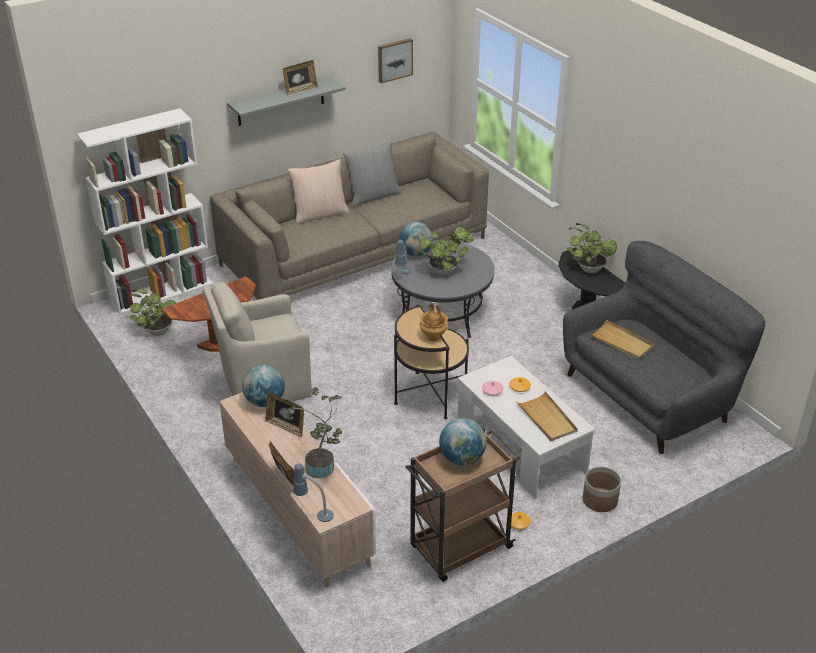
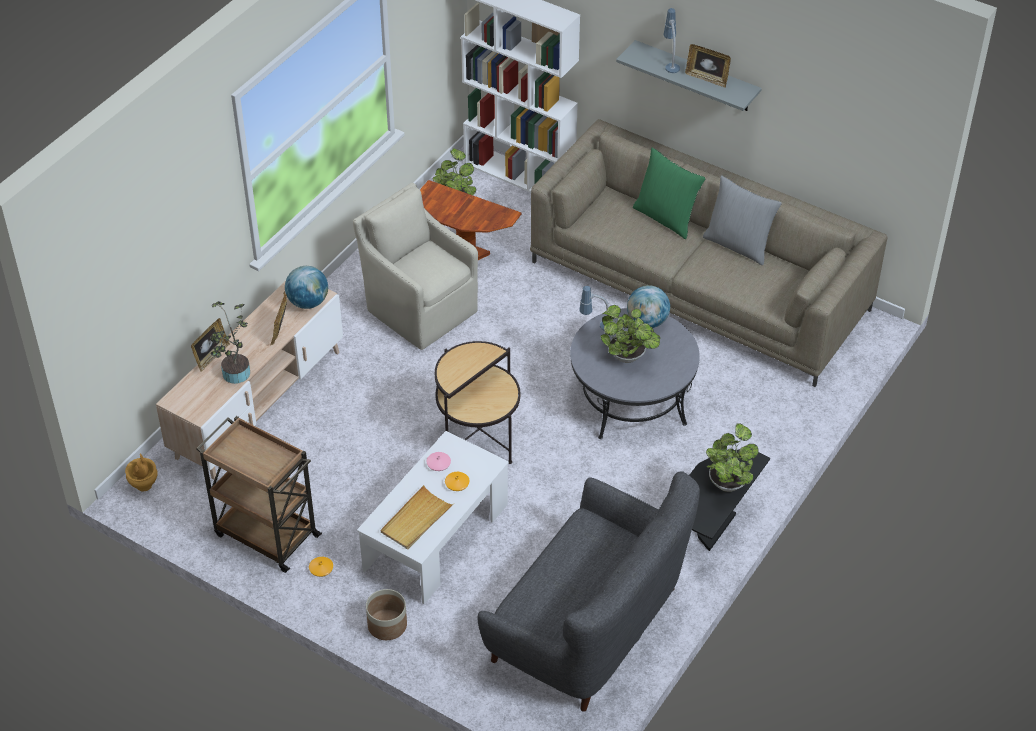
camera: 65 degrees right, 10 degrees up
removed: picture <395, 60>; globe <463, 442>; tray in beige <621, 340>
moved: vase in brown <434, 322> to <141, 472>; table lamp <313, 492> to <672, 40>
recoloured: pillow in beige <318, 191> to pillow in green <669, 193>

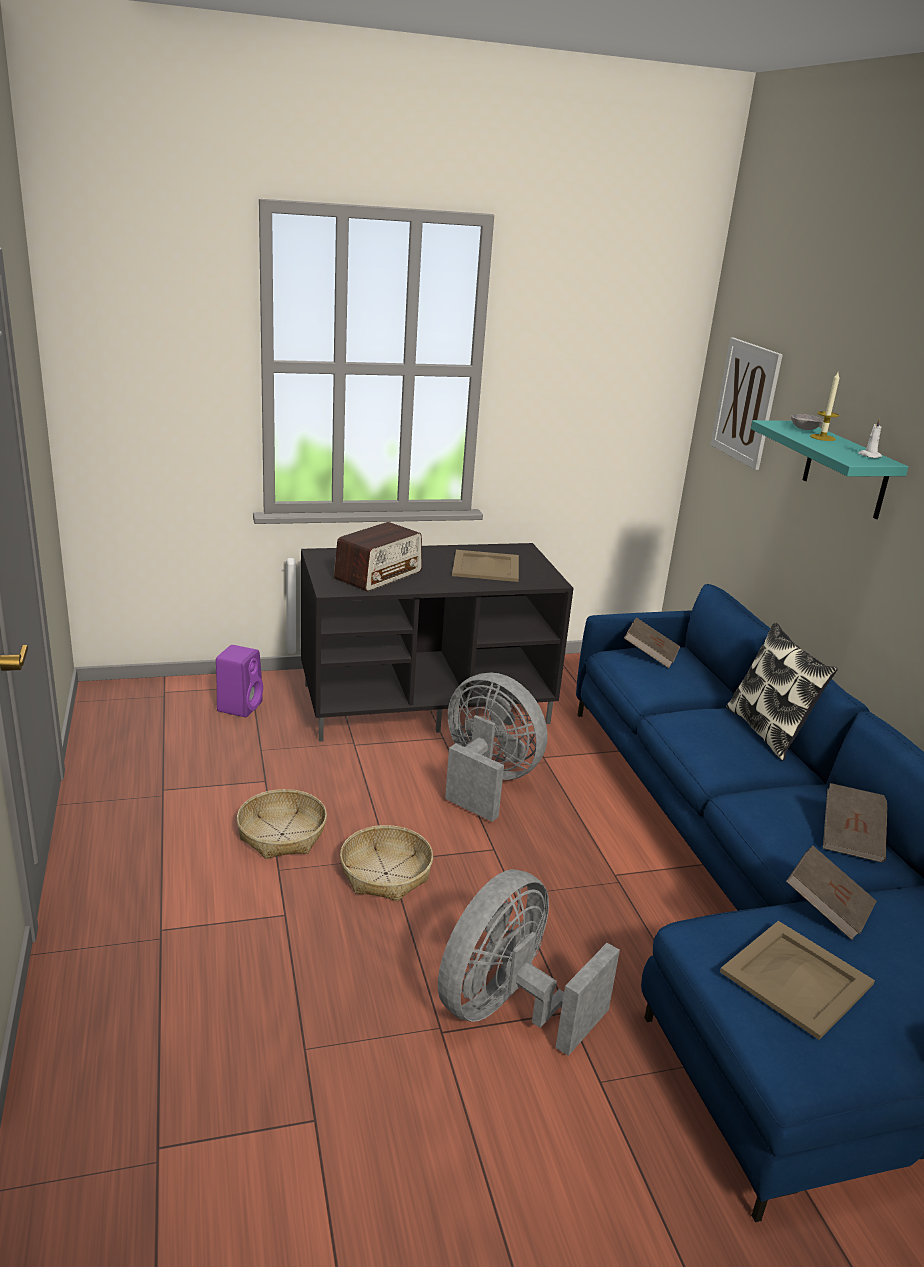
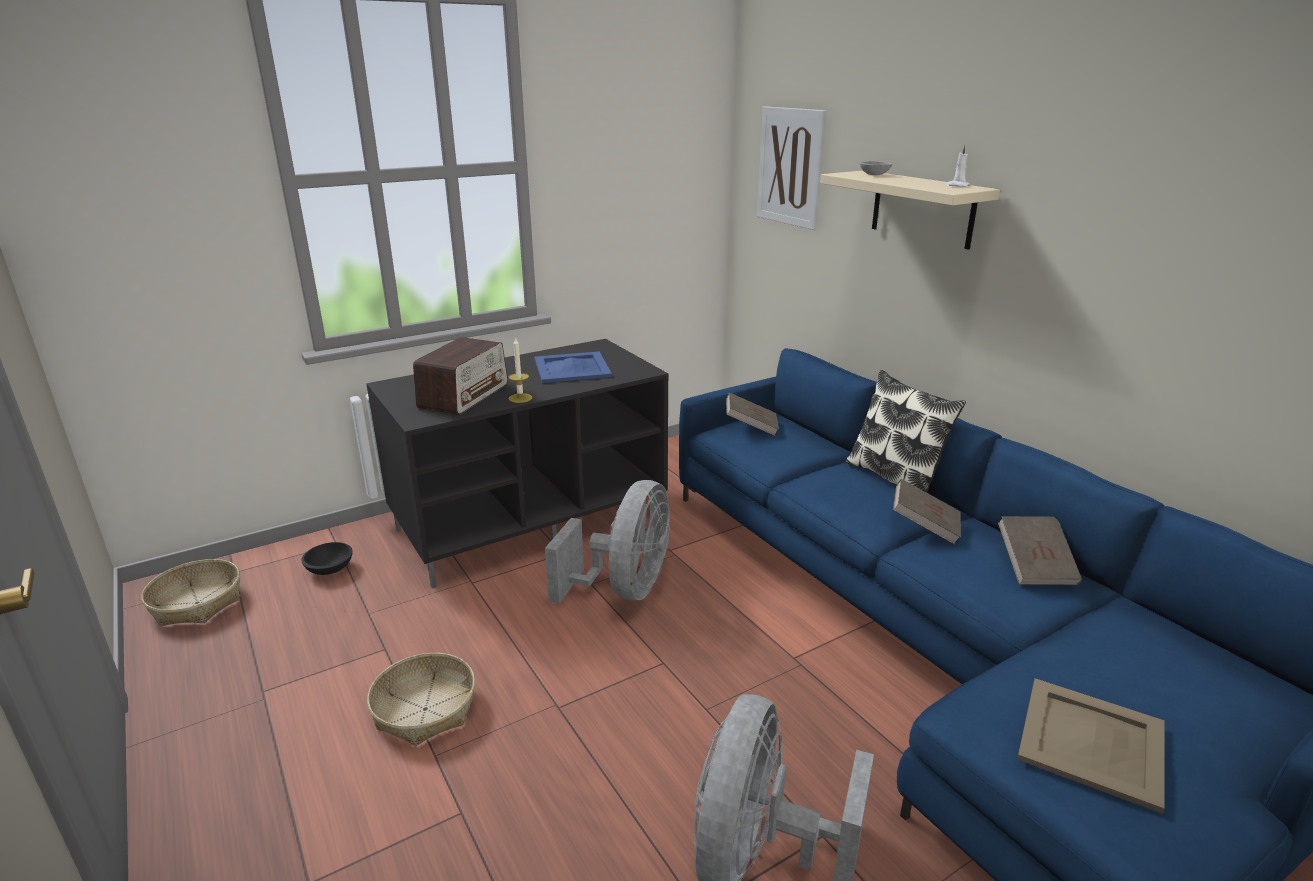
camera: 15 degrees left, 0 degrees up
moved: basket <386, 863> to <190, 592>; candle <825, 406> to <520, 370>; book in brown <831, 893> to <927, 512>
replaced: speaker in purple <239, 681> to bowl in black <327, 558>
recoloured: tray in beige <485, 566> to tray in blue <573, 367>; shelf in turquoise <829, 469> to shelf in beige <910, 210>
turned: fan in grey <496, 747> = <607, 541> 90 degrees clockwise

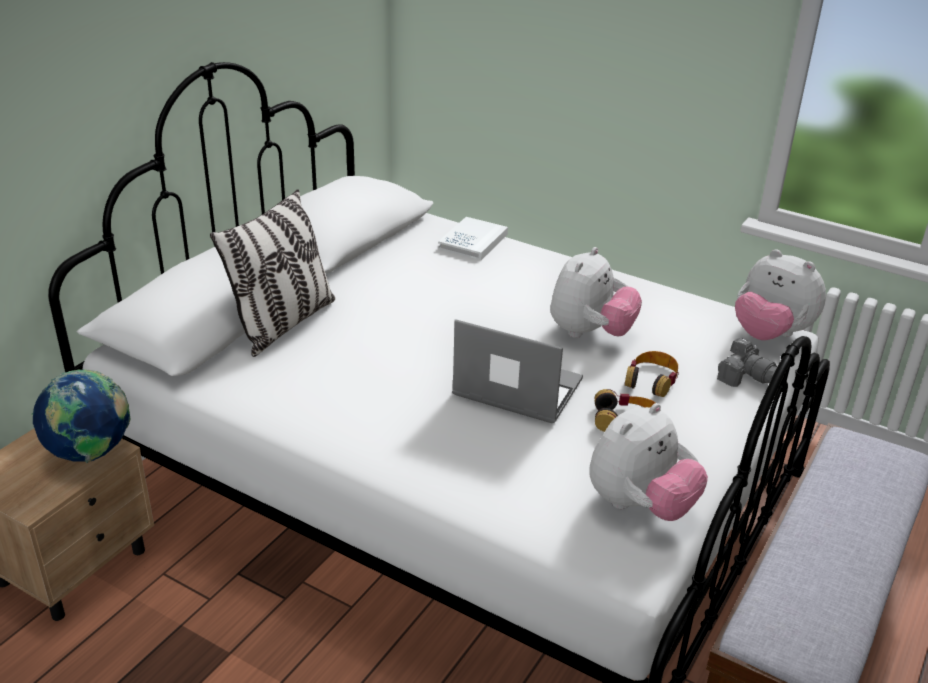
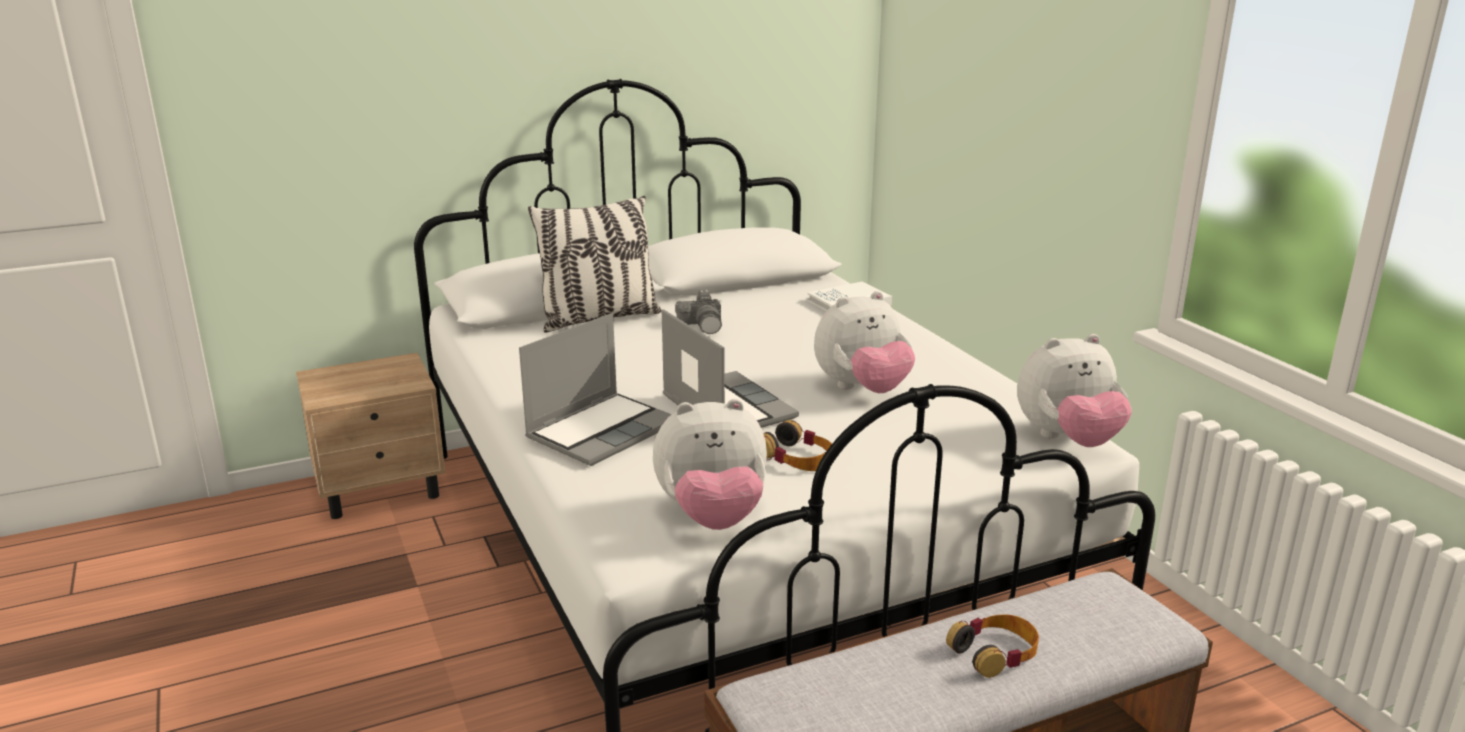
camera: 35 degrees right, 10 degrees down
removed: globe <81, 416>
added: laptop <595, 389>
moved: photo camera <747, 362> to <698, 312>; headphones <652, 374> to <992, 646>
turned: plush toy <780, 294> = <1074, 390> 90 degrees counterclockwise

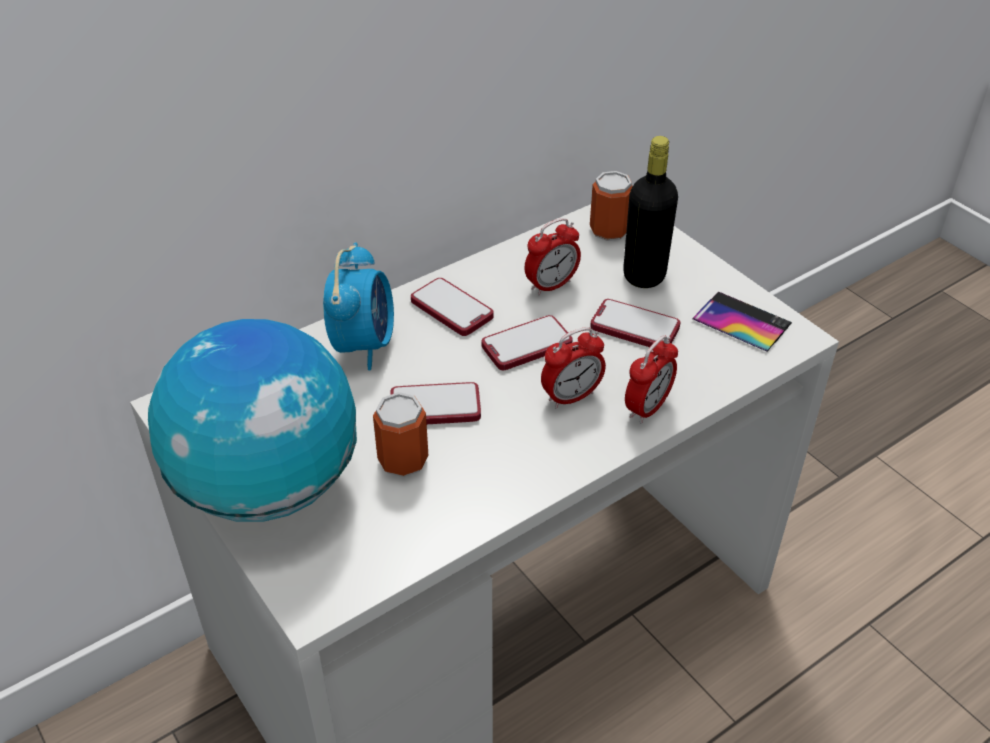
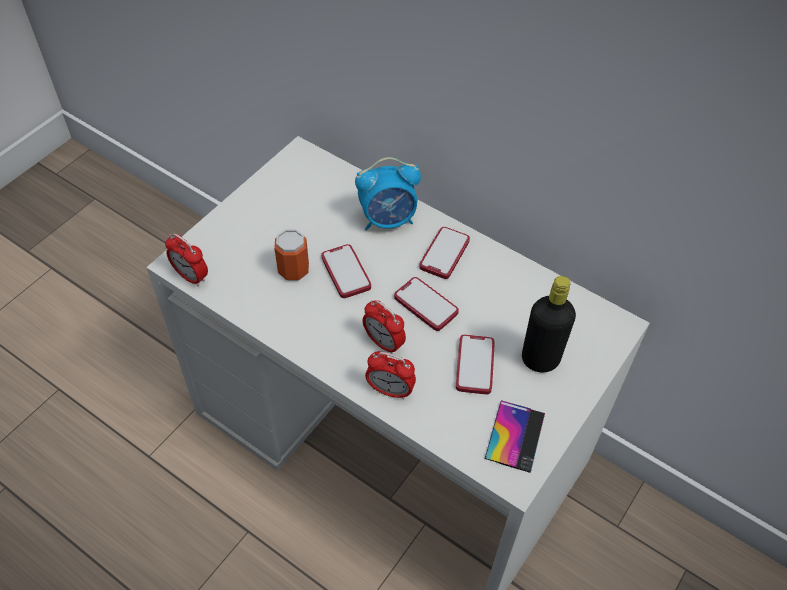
camera: 70 degrees right, 10 degrees up
removed: globe <252, 420>; can <611, 206>
moved: alarm clock <553, 256> to <186, 259>

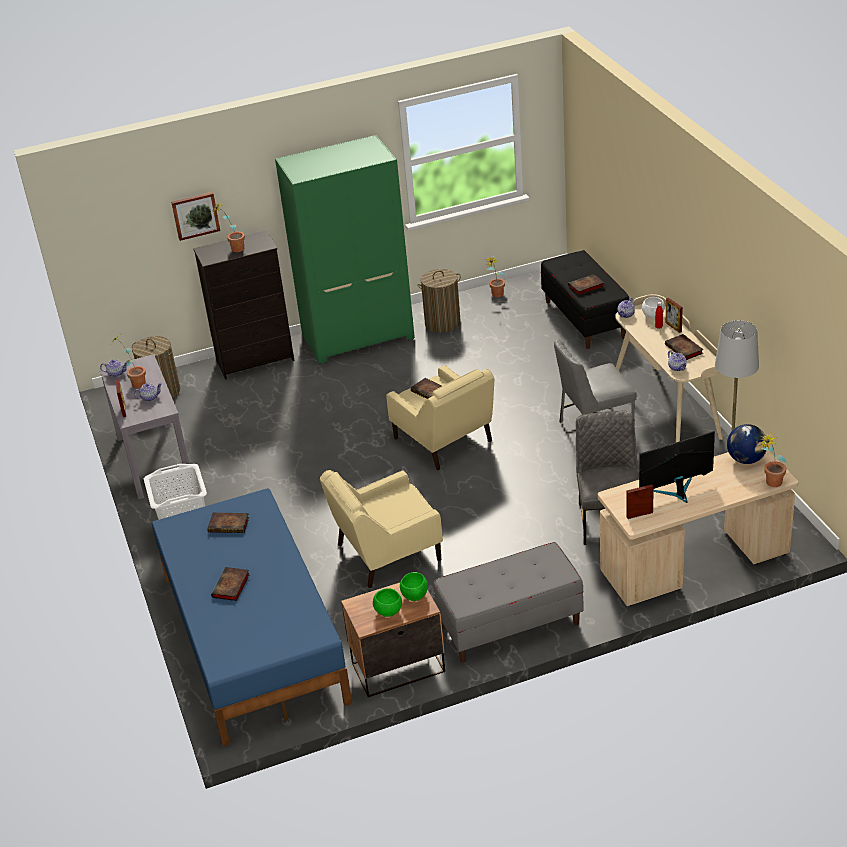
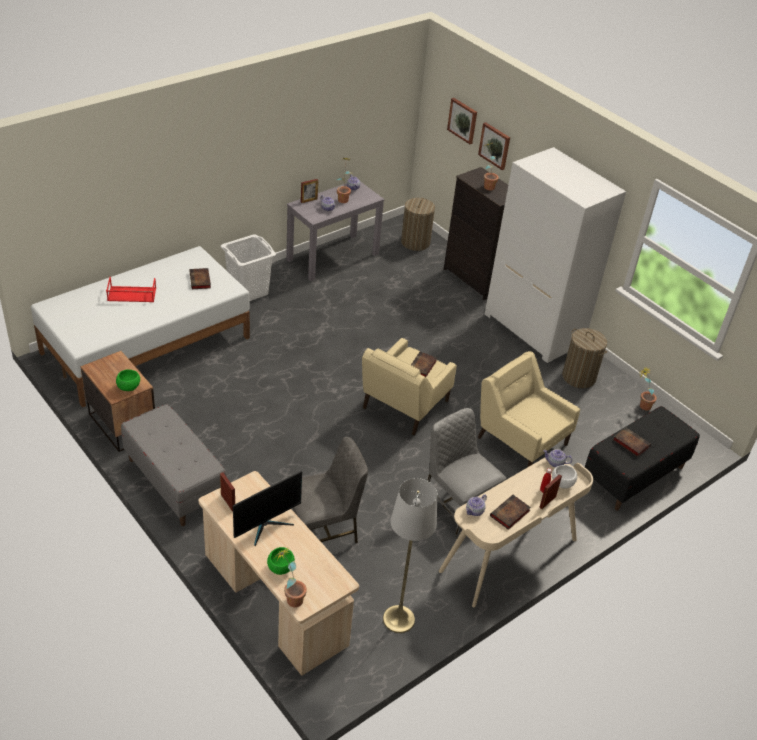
camera: 65 degrees right, 5 degrees up
removed: globe <747, 444>
added: picture <462, 121>
moved: bowl in green <387, 602> to <281, 561>; armchair in beige <381, 529> to <529, 409>
replaced: book <230, 584> to tray in red <131, 289>
recoloured: bed in blue <252, 617> to bed in white <140, 326>; wardrobe in green <345, 249> to wardrobe in white <555, 255>
turned: monitor <677, 467> = <267, 508> 90 degrees clockwise

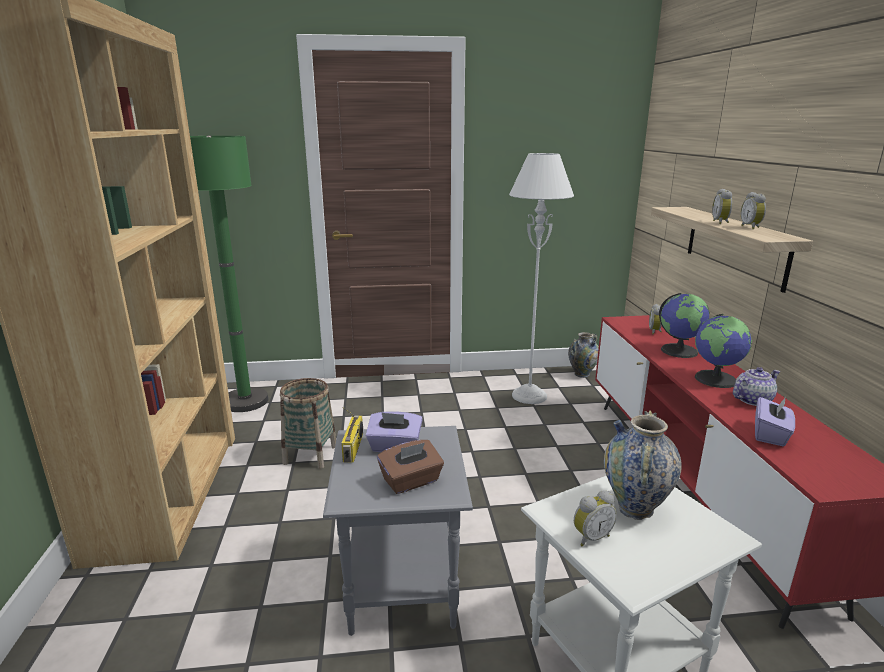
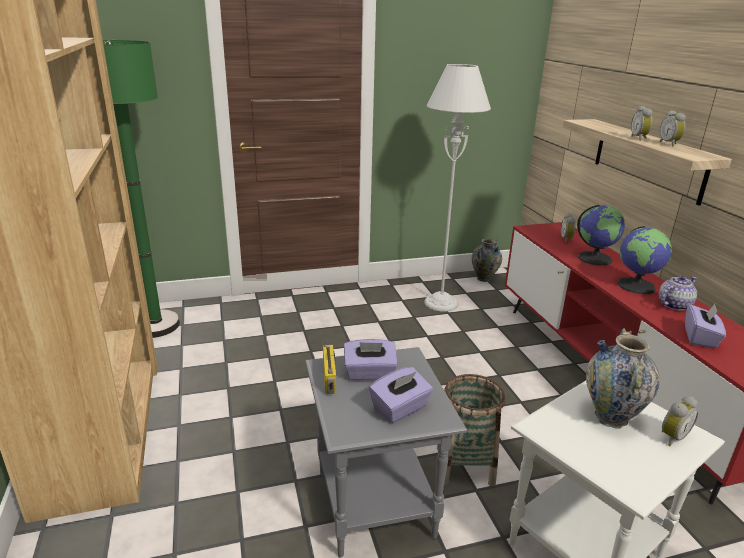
camera: 10 degrees left, 5 degrees up
moved: basket <308, 423> to <471, 430>; alarm clock <595, 518> to <680, 421>
recoloured: tissue box in brown <410, 467> to tissue box in purple <401, 395>

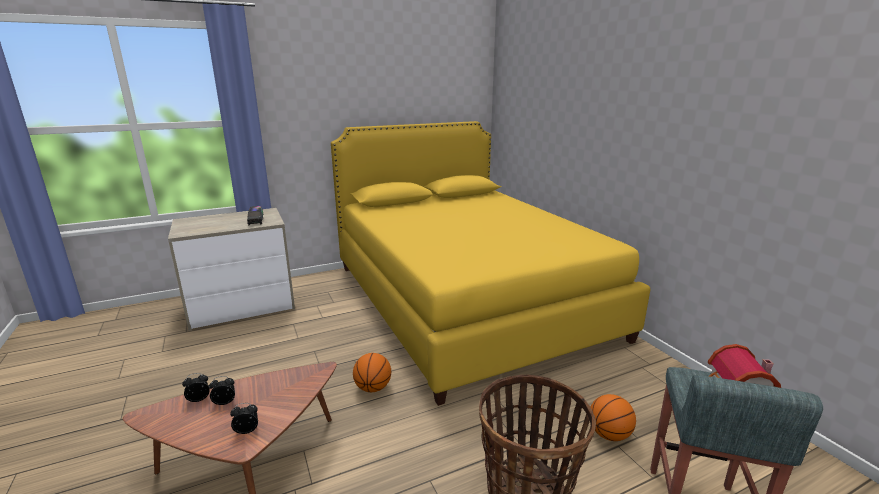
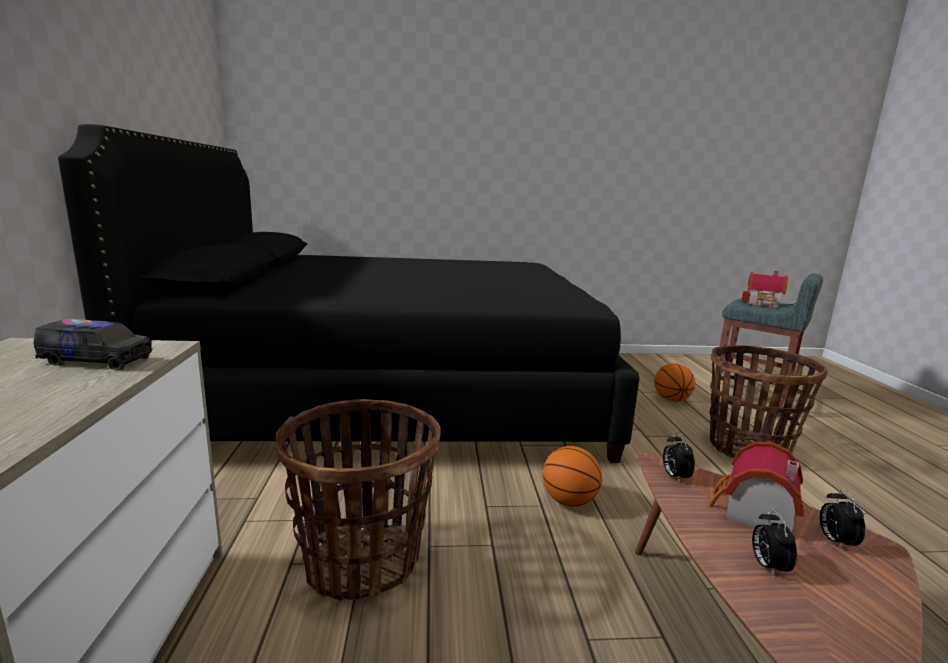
camera: 70 degrees left, 5 degrees down
added: basket <358, 500>; toy house <756, 487>
moved: alarm clock <196, 387> to <679, 457>
recoloured: bed in yellow <491, 263> to bed in black <349, 293>

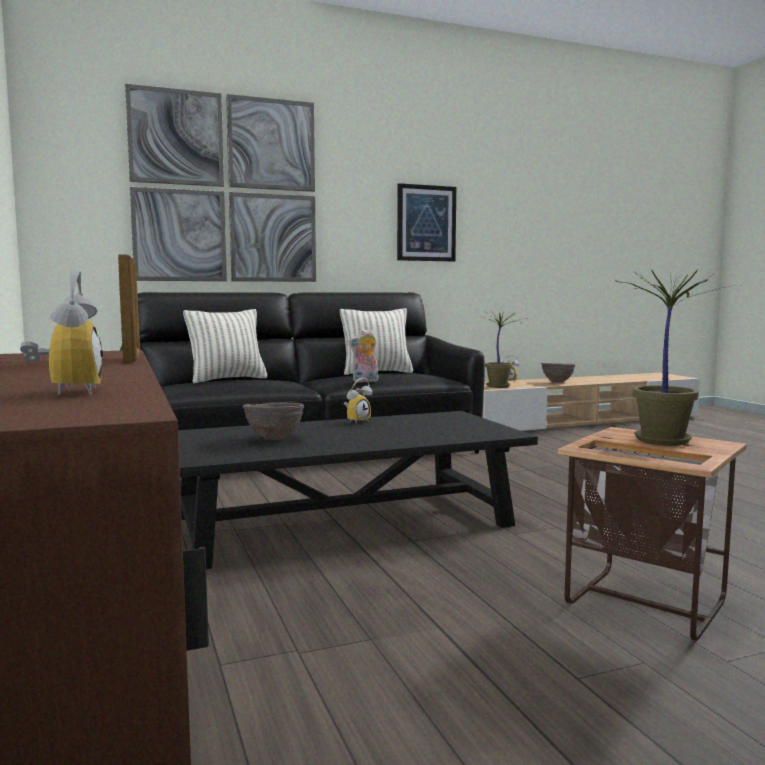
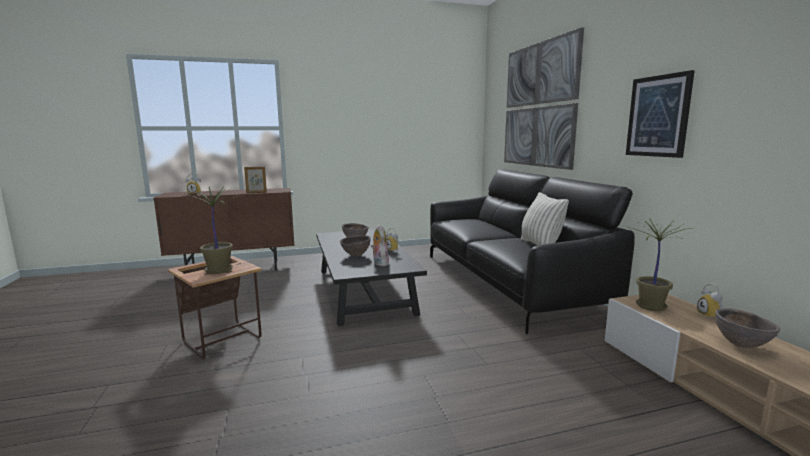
camera: 95 degrees right, 5 degrees up
removed: pillow <225, 346>
added: bowl in brown <355, 246>
moved: plush toy <363, 355> to <380, 245>

